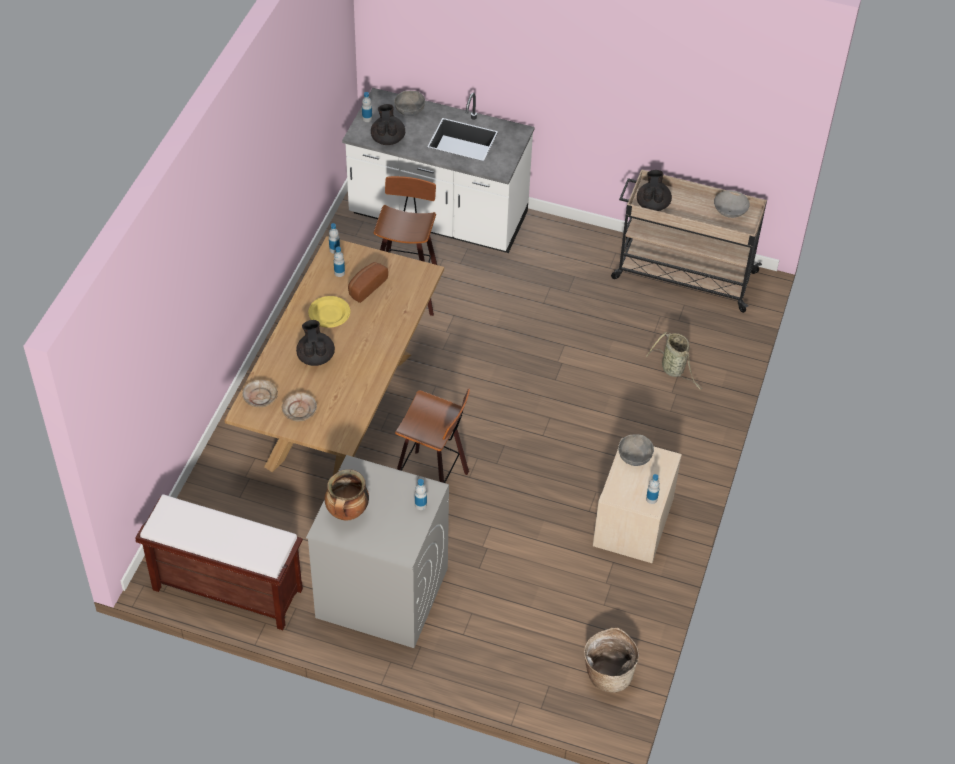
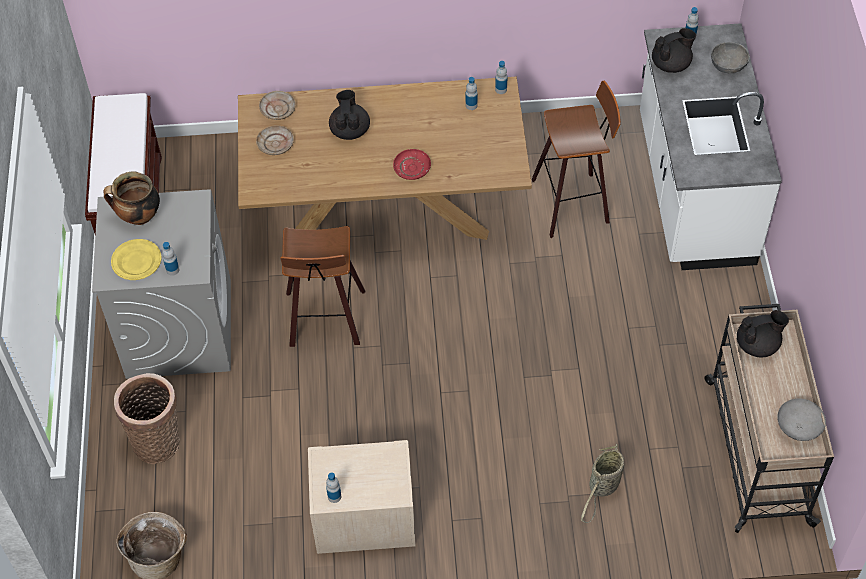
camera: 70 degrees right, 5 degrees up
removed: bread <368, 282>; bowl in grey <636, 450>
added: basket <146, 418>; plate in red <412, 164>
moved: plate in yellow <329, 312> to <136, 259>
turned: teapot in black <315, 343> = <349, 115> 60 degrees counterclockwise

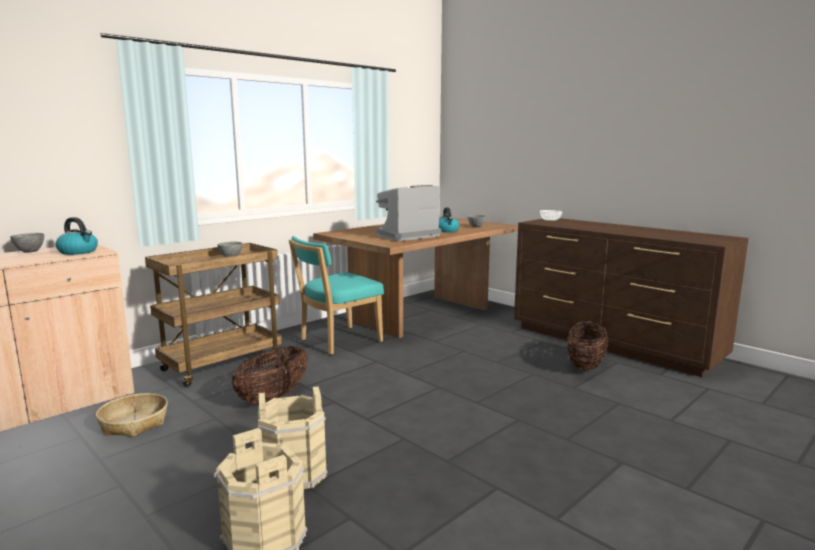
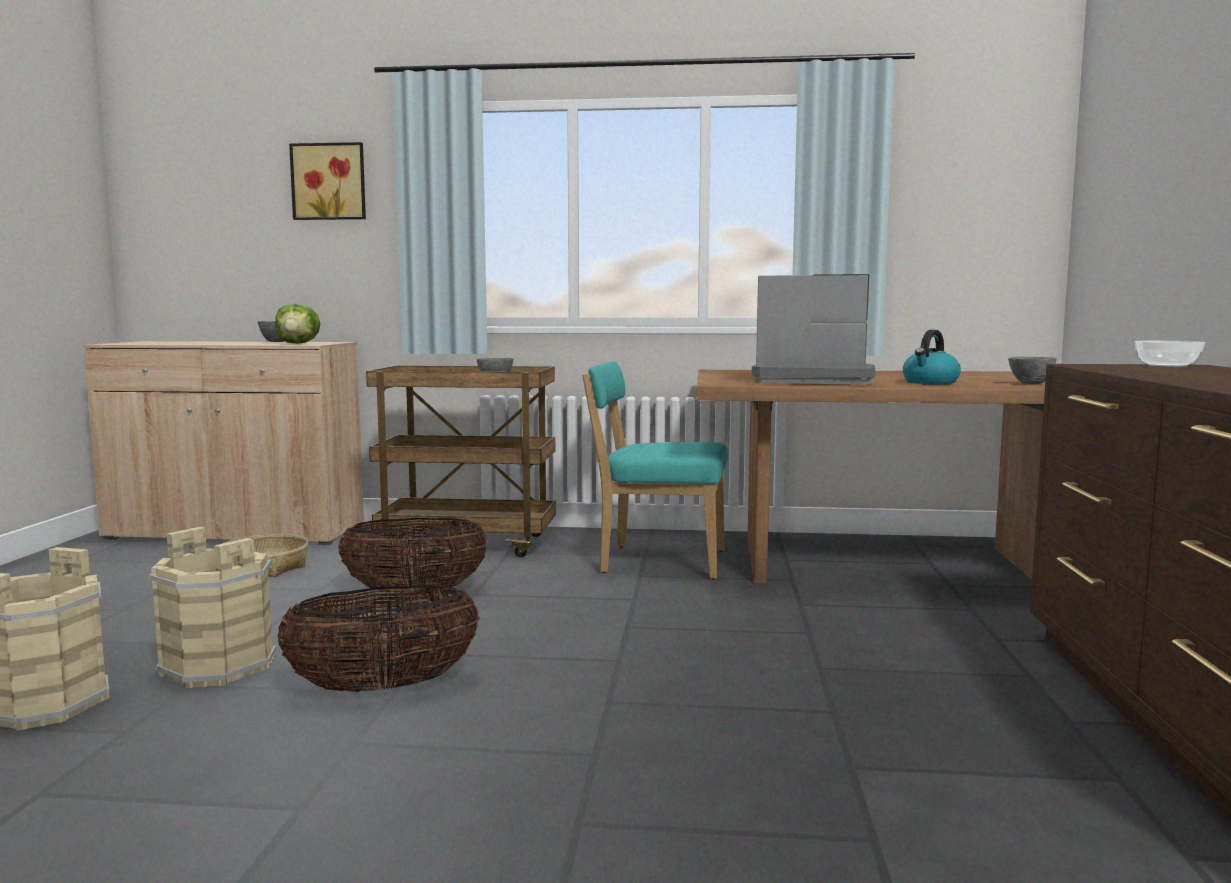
camera: 50 degrees right, 5 degrees down
added: picture <327, 181>
moved: basket <587, 346> to <378, 638>
replaced: kettle <77, 236> to lettuce <297, 324>

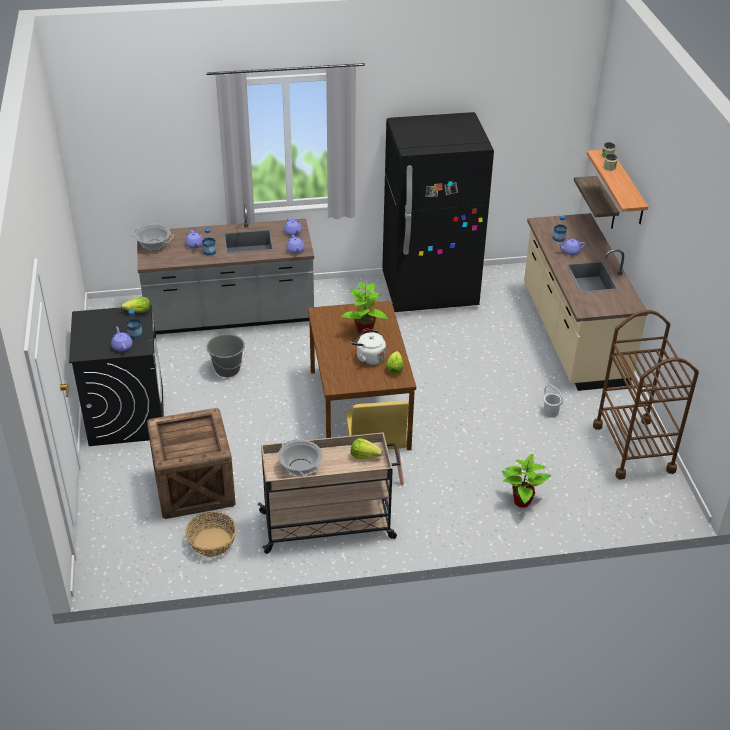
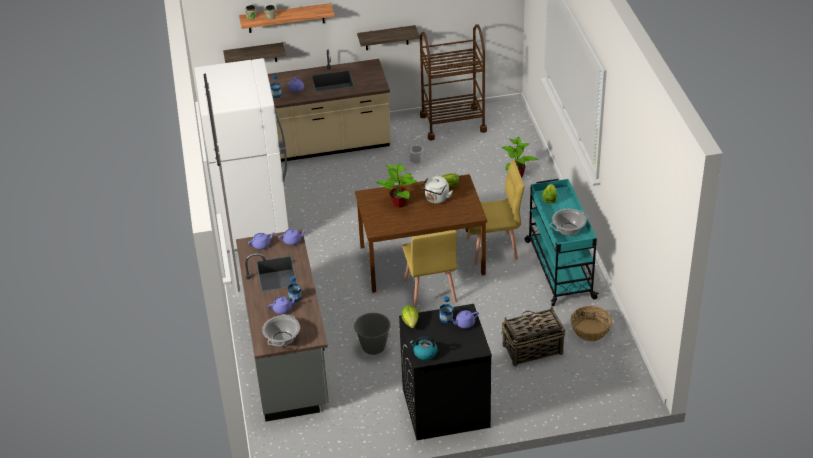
camera: 90 degrees left, 0 degrees up
added: shelf <388, 37>; chair in yellow <429, 269>; kettle <424, 348>
replaced: crate <191, 463> to basket <533, 336>
recoloured: fridge in black <438, 212> to fridge in white <241, 155>; cart in beige <329, 493> to cart in turquoise <562, 242>

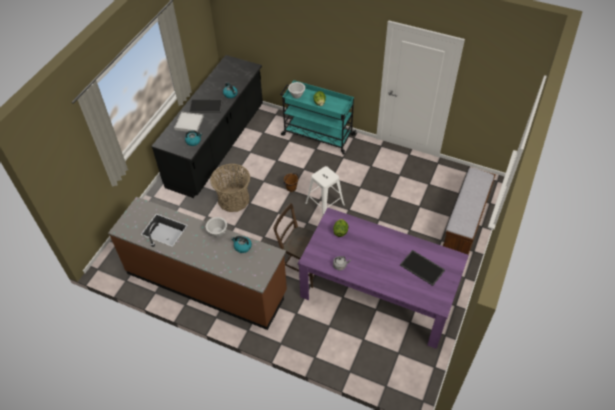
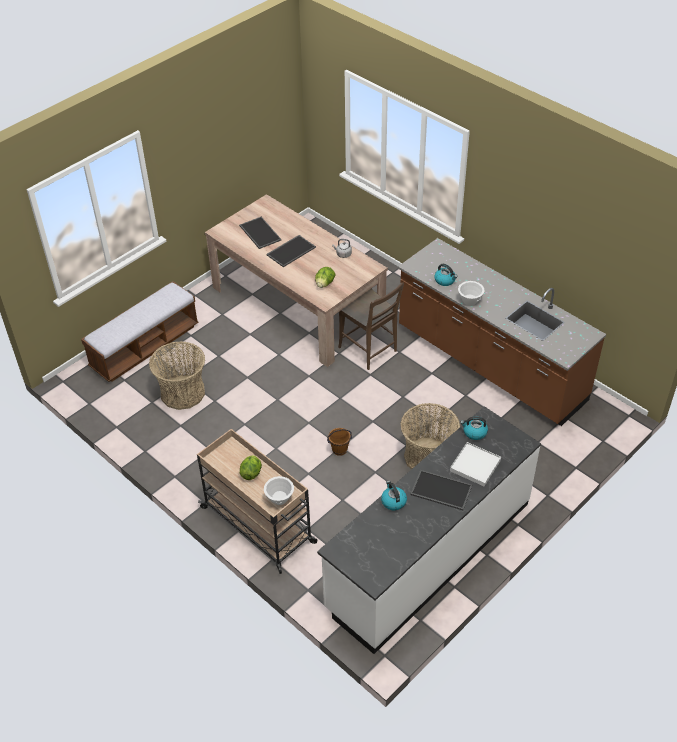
camera: 160 degrees left, 5 degrees down
removed: stool in white <325, 190>
added: basket <177, 375>; tray <291, 251>
recoloured: cart in turquoise <318, 117> to cart in beige <257, 501>; dining table in purple <383, 278> to dining table in beige <296, 280>; counter in black <207, 126> to counter in white <429, 530>

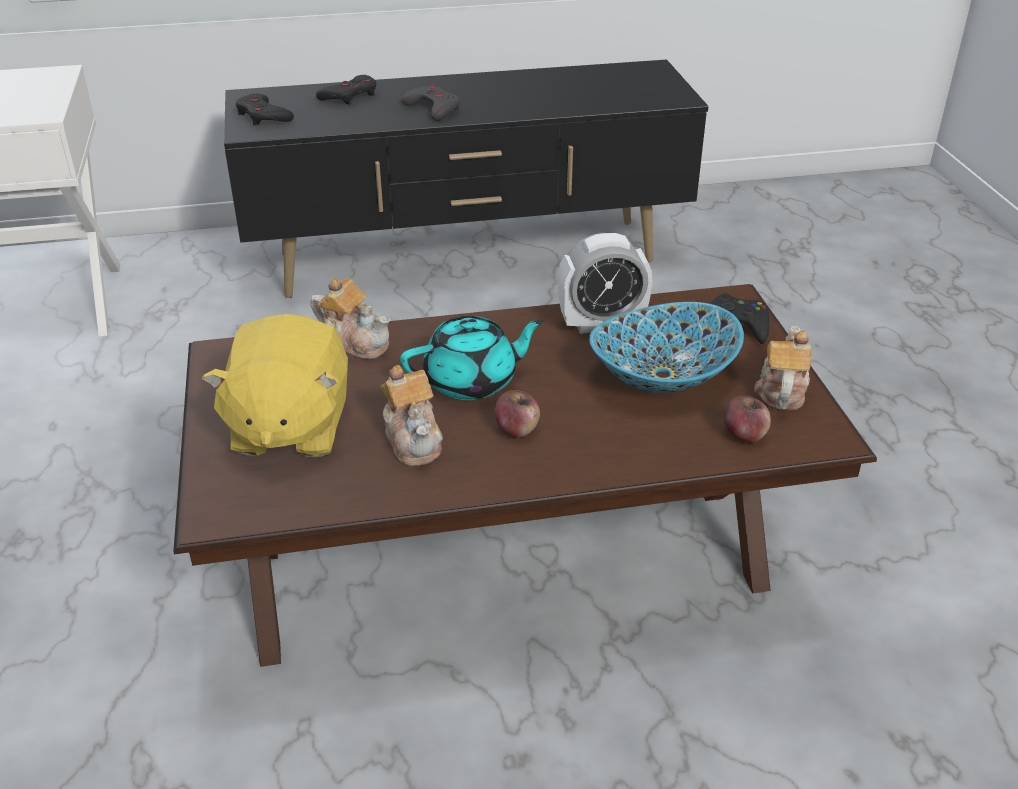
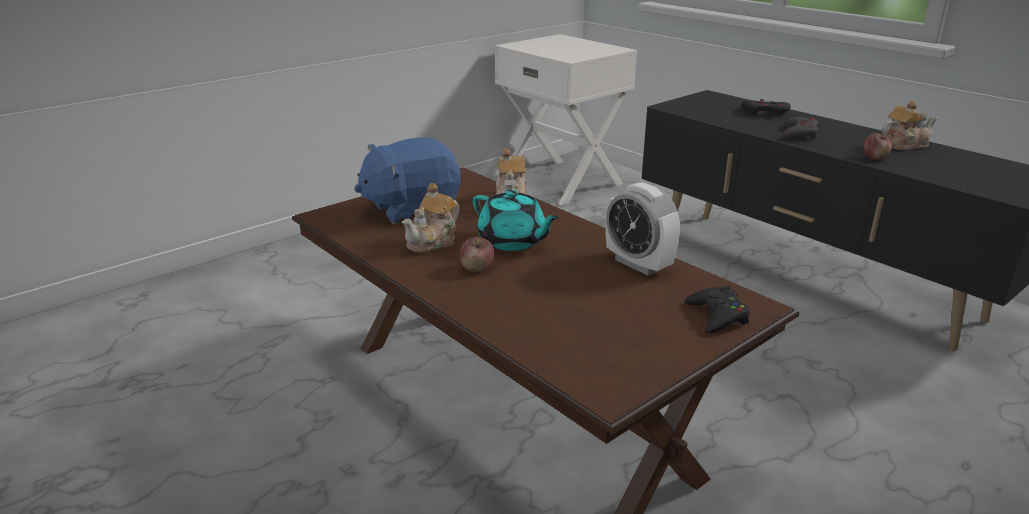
camera: 60 degrees right, 10 degrees down
removed: game controller in black <264, 109>; bowl <666, 347>
moved: apple <747, 419> to <877, 146>; teapot <782, 368> to <910, 125>
recoloured: plush toy in yellow <275, 385> to plush toy in blue <407, 181>

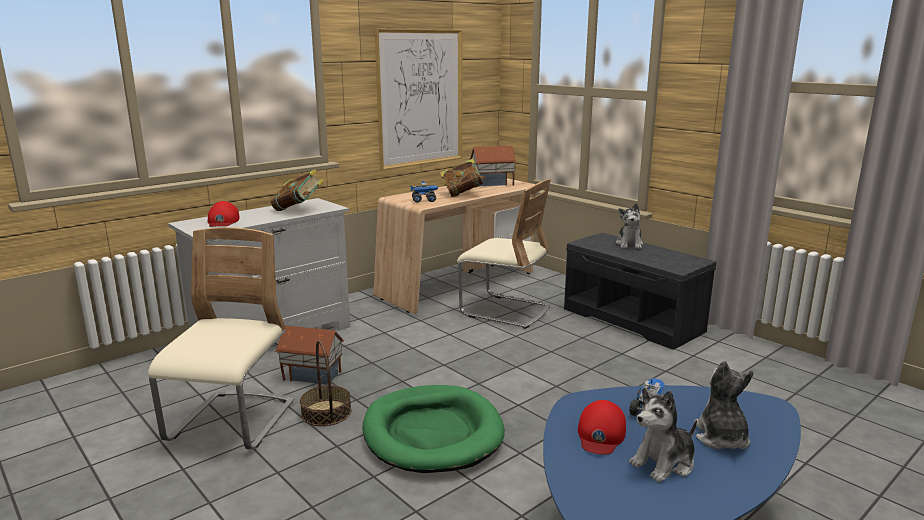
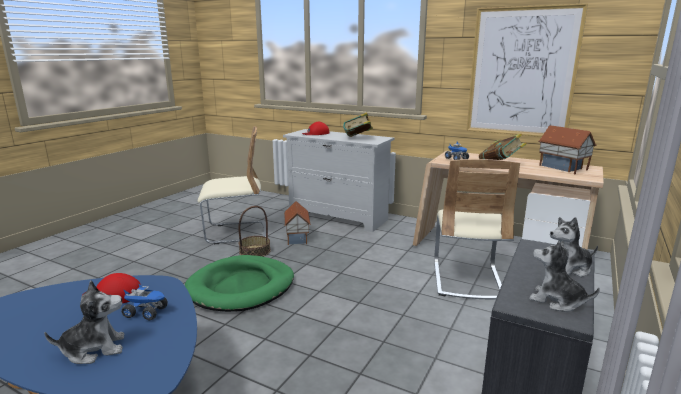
camera: 70 degrees right, 0 degrees up
moved: plush toy <663, 435> to <564, 276>

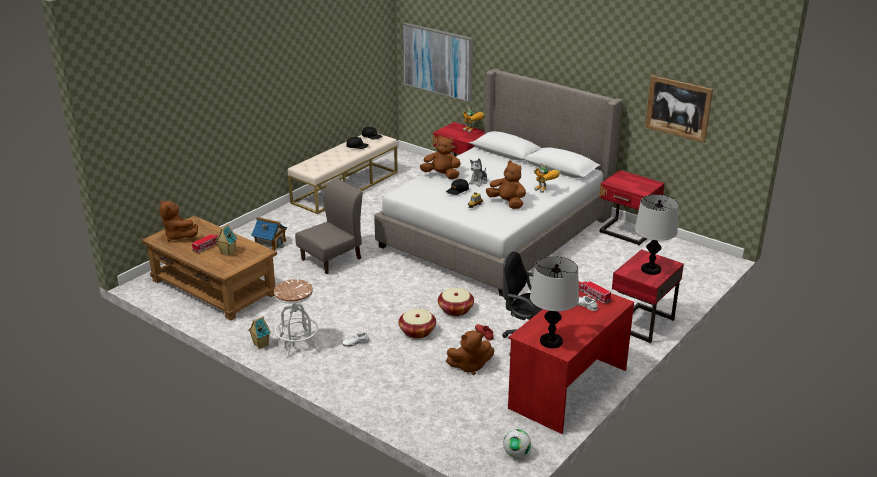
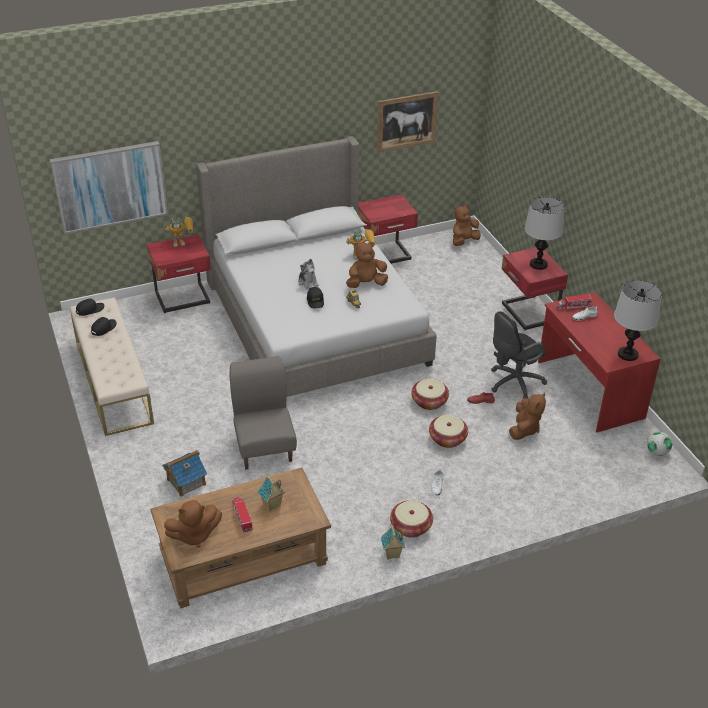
camera: 60 degrees left, 10 degrees up
moved: plush toy in brown <440, 157> to <467, 225>
replaced: stool in white <296, 318> to basket <411, 519>

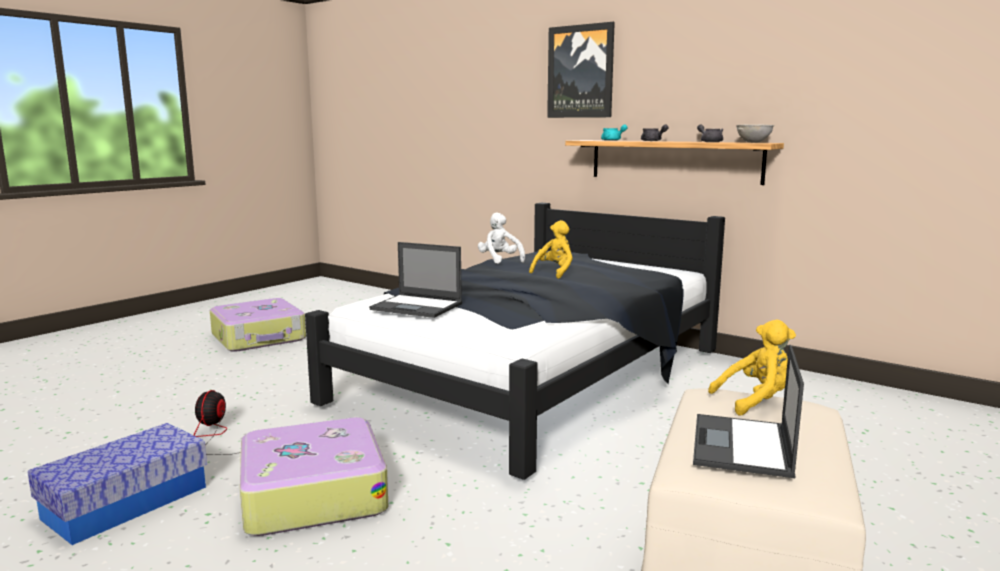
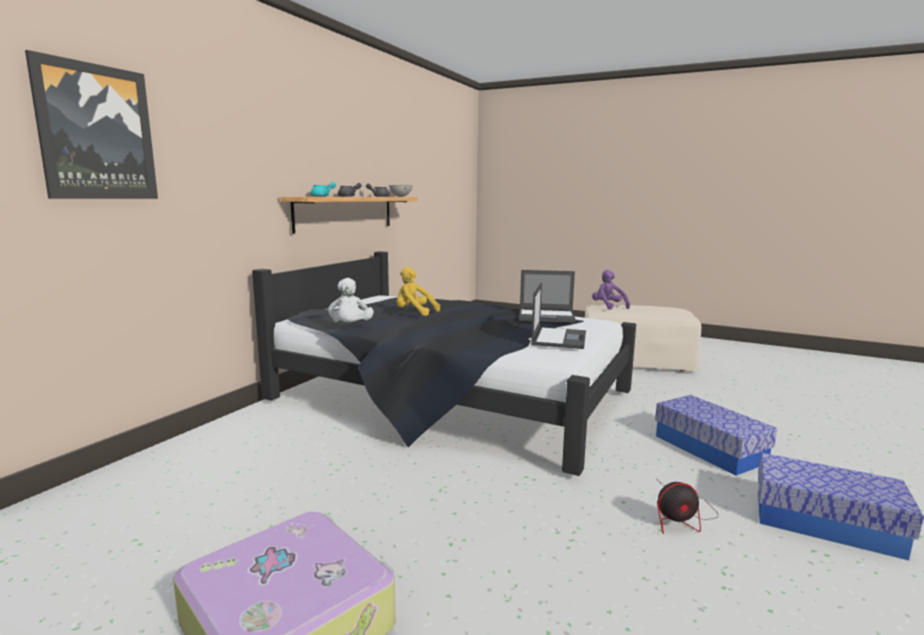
camera: 100 degrees left, 0 degrees up
moved: picture <581, 70> to <91, 124>; laptop <748, 411> to <547, 296>
replaced: suitcase <314, 476> to storage box <716, 435>
recoloured: plush toy in yellow <752, 367> to plush toy in purple <611, 290>
turned: plush toy in white <501, 238> = <351, 300> 60 degrees counterclockwise

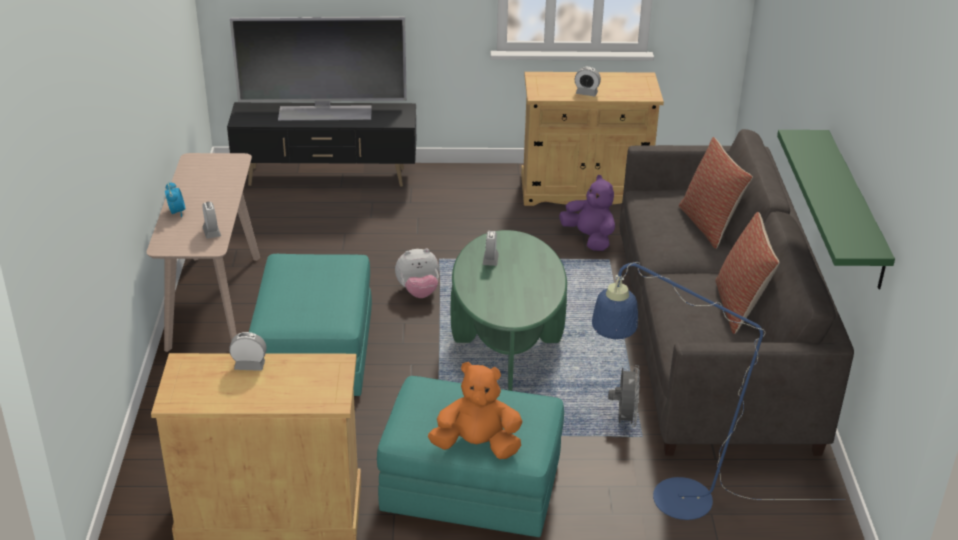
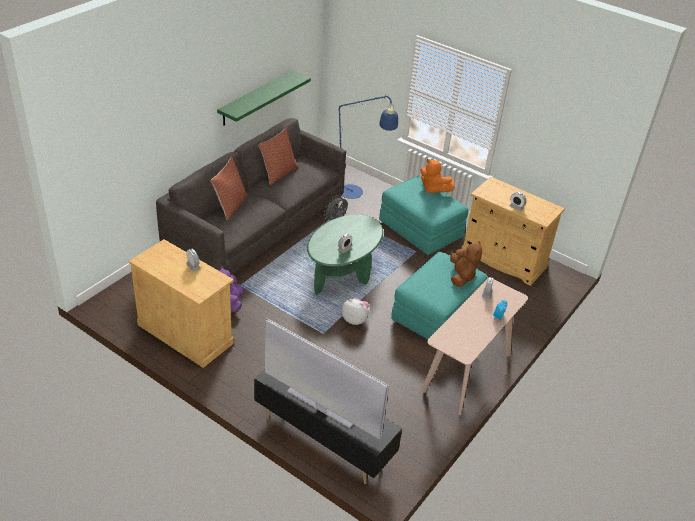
camera: 145 degrees left, 5 degrees up
added: plush toy in brown <466, 264>

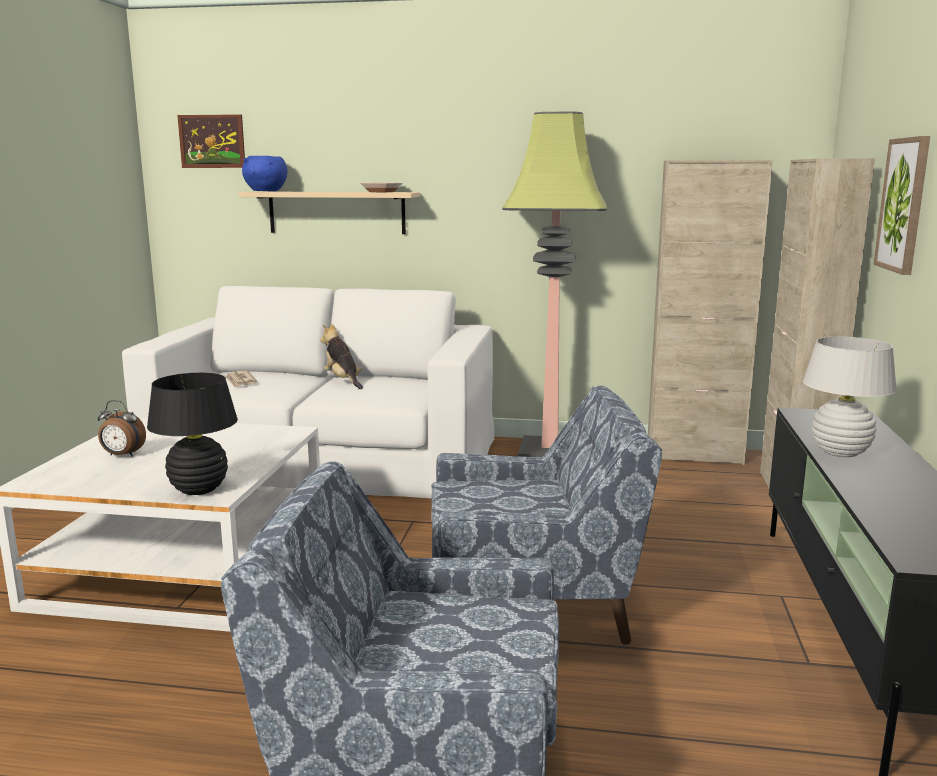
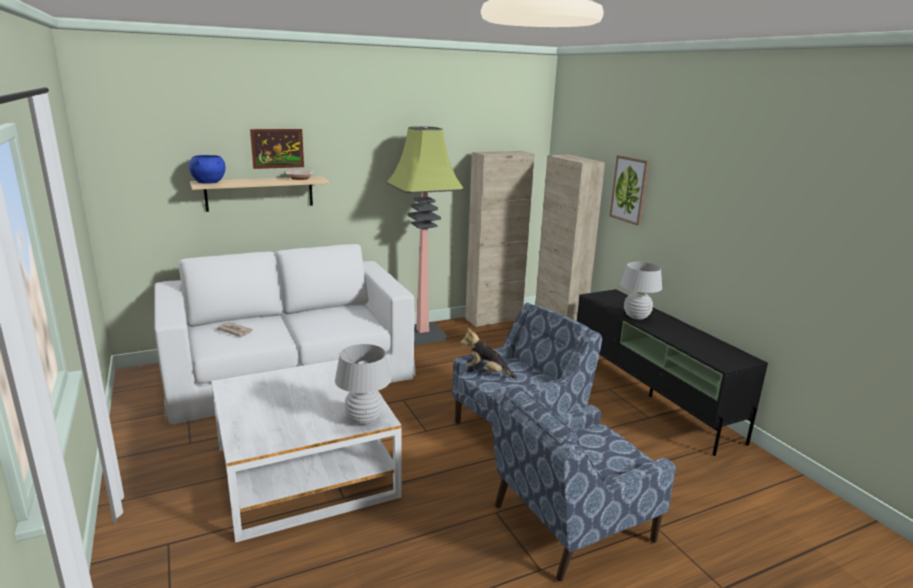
camera: 35 degrees left, 5 degrees up
removed: alarm clock <122, 428>
moved: picture <211, 141> to <277, 149>; plush toy <341, 356> to <488, 353>
recoloured: table lamp in black <192, 434> to table lamp in white <363, 384>

